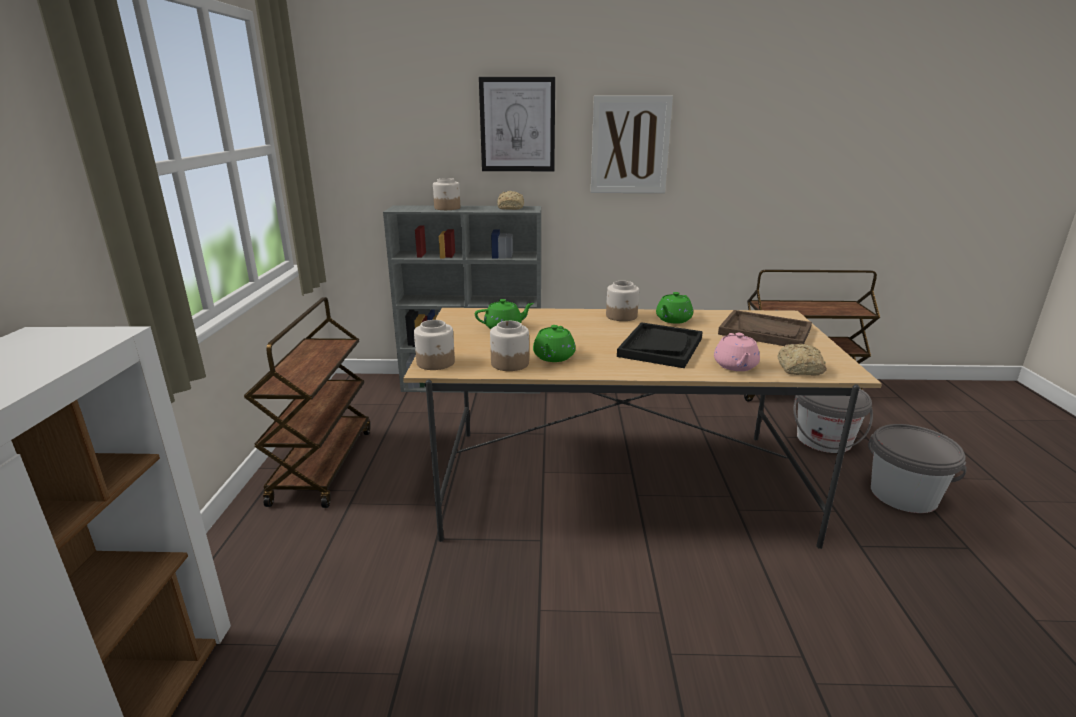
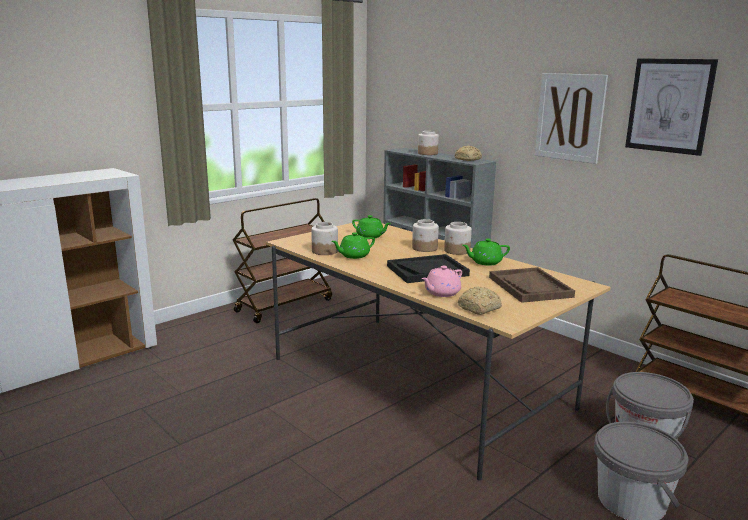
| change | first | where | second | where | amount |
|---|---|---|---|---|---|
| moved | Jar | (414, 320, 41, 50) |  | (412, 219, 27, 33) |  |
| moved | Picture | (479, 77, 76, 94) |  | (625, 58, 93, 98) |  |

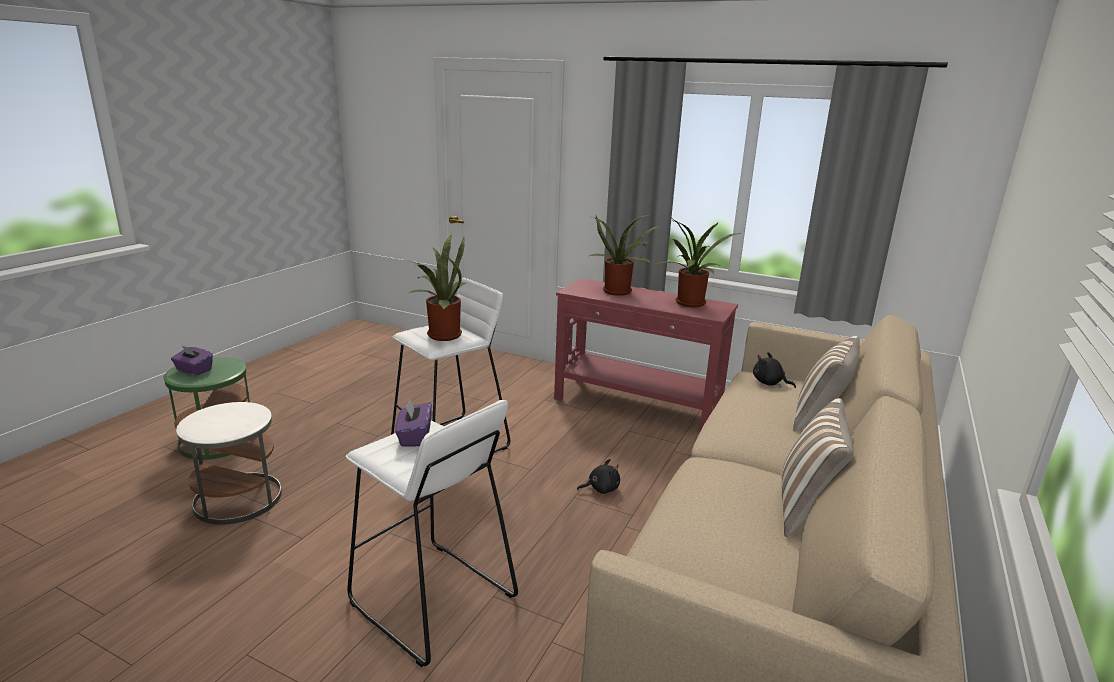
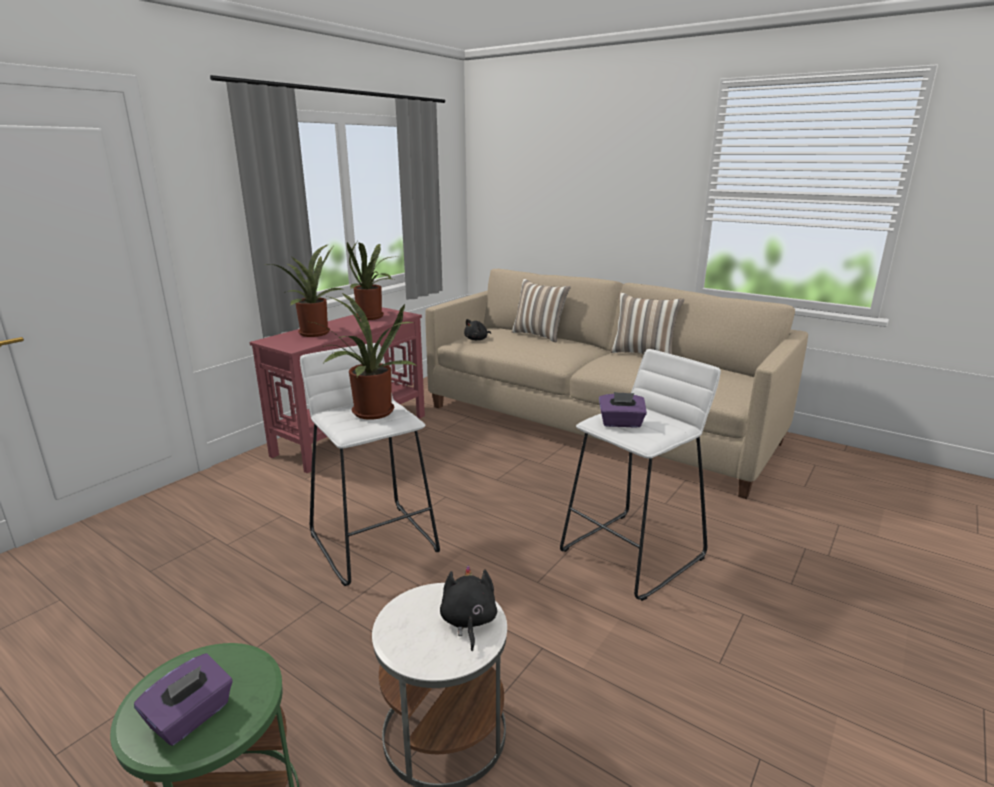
| change | first | where | second | where | amount |
|---|---|---|---|---|---|
| moved | BlackPlushToy | (577, 459, 43, 35) |  | (440, 566, 57, 85) |  |

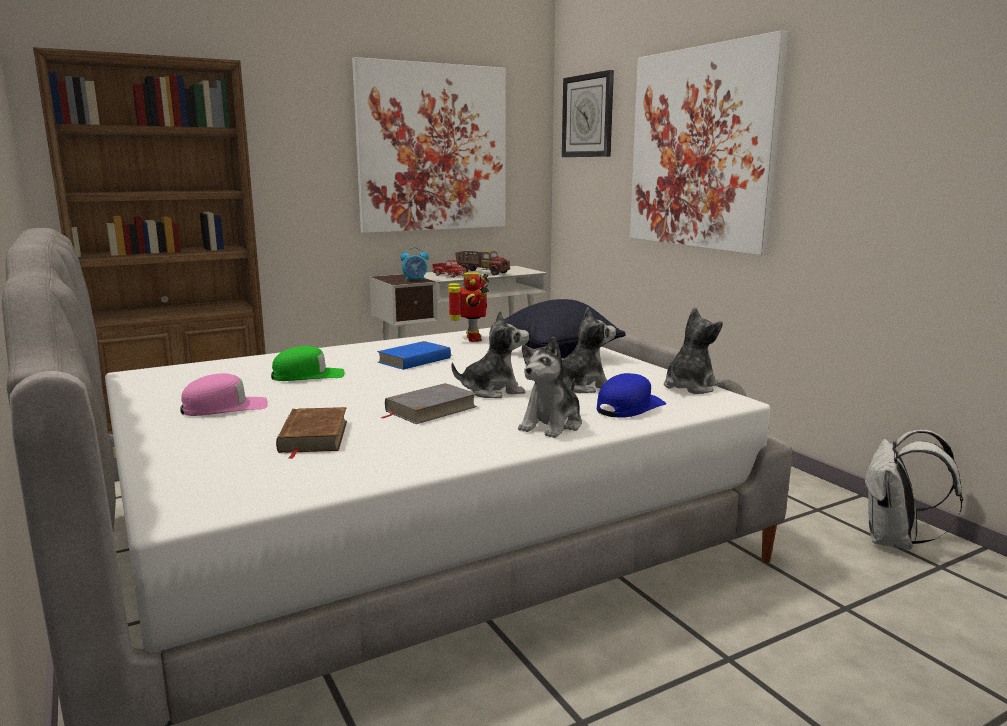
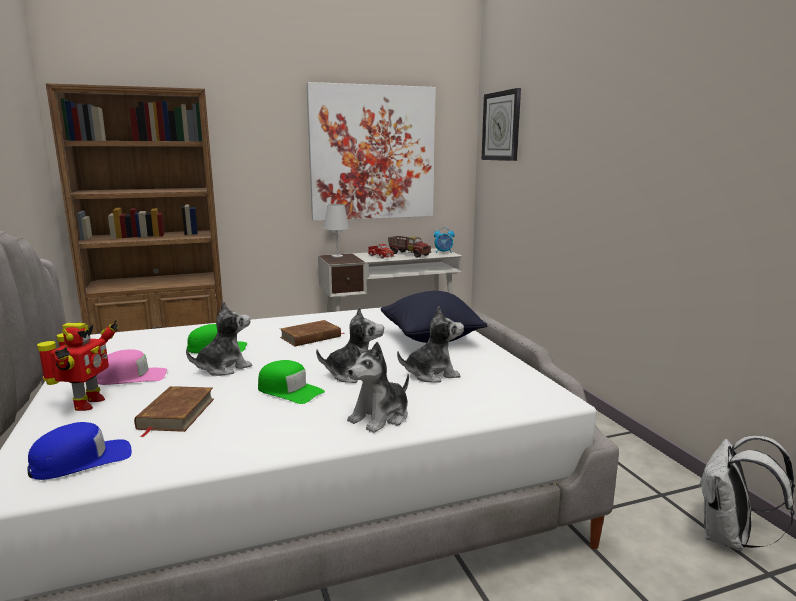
| change | first | where | second | where | amount |
|---|---|---|---|---|---|
| moved | BlueCap | (597, 373, 69, 45) |  | (27, 422, 105, 58) |  |
| moved | ToyRobot | (448, 273, 41, 69) |  | (37, 320, 81, 91) |  |
| moved | PlushToy | (664, 307, 59, 87) |  | (186, 301, 66, 75) |  |
| replaced | GreyBook | (381, 383, 96, 41) | GreenCap | (258, 360, 67, 44) |  |
| recoloured | BlueBook | (377, 341, 74, 29) | BrownBook | (280, 320, 65, 27) |  |
| added |  |  | WhiteTableLamp | (323, 204, 26, 54) |  |
| moved | AlarmClock | (401, 247, 28, 35) |  | (434, 227, 21, 26) |  |
| removed | Picture | (630, 30, 159, 225) |  |  |  |

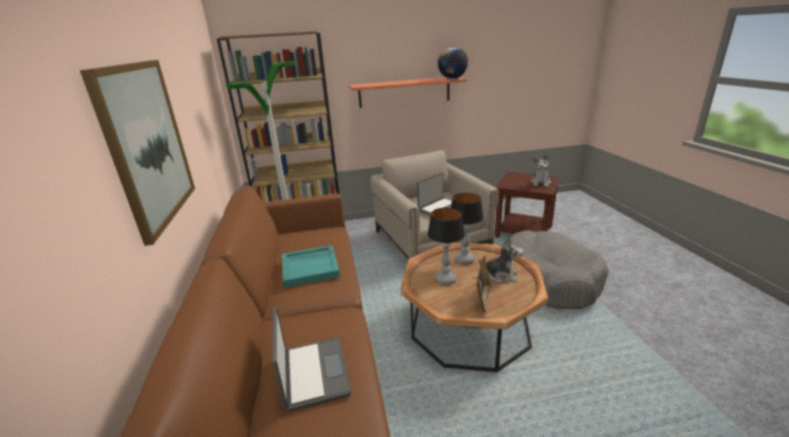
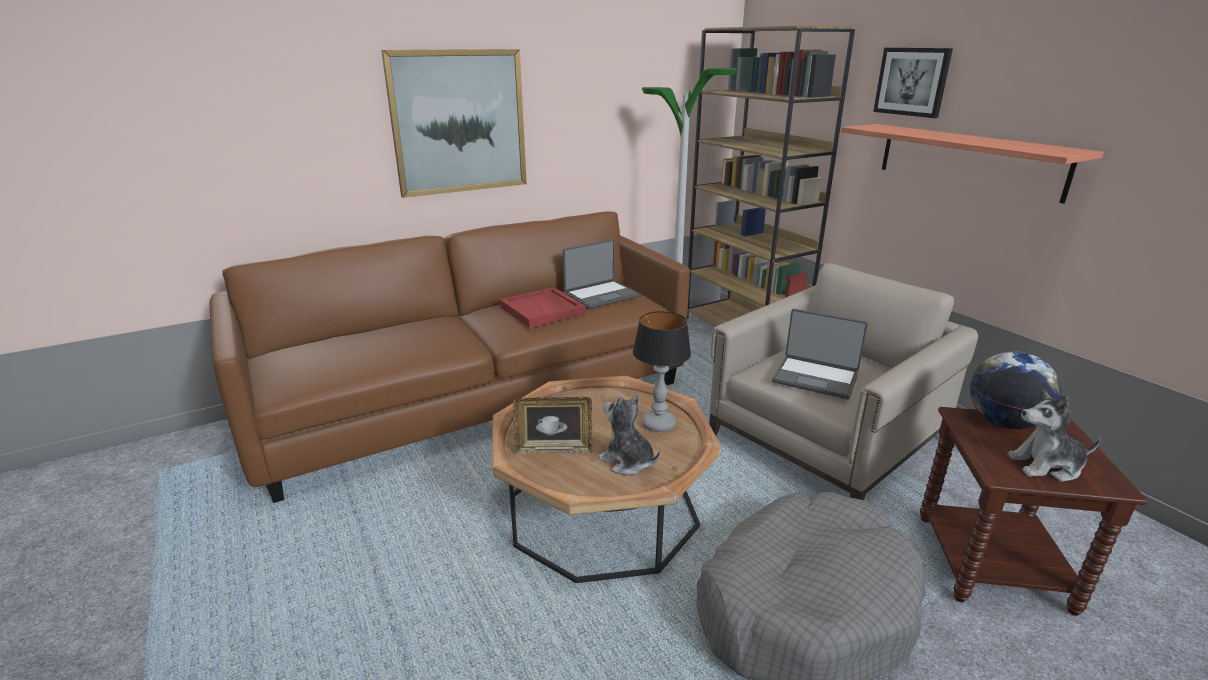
| change | first | where | second | where | amount |
|---|---|---|---|---|---|
| recoloured | TurquoiseTray | (282, 245, 58, 43) | RedTray | (500, 287, 85, 41) |  |
| moved | Laptop | (272, 306, 79, 106) |  | (563, 239, 76, 70) |  |
| turned | PlushToy | (479, 237, 45, 46) |  | (598, 394, 62, 81) | 135 degrees clockwise |
| added |  |  | Picture | (873, 48, 80, 70) |  |
| moved | Globe | (438, 47, 30, 32) |  | (970, 352, 92, 77) |  |
| removed | TableLamp | (428, 208, 37, 77) |  |  |  |

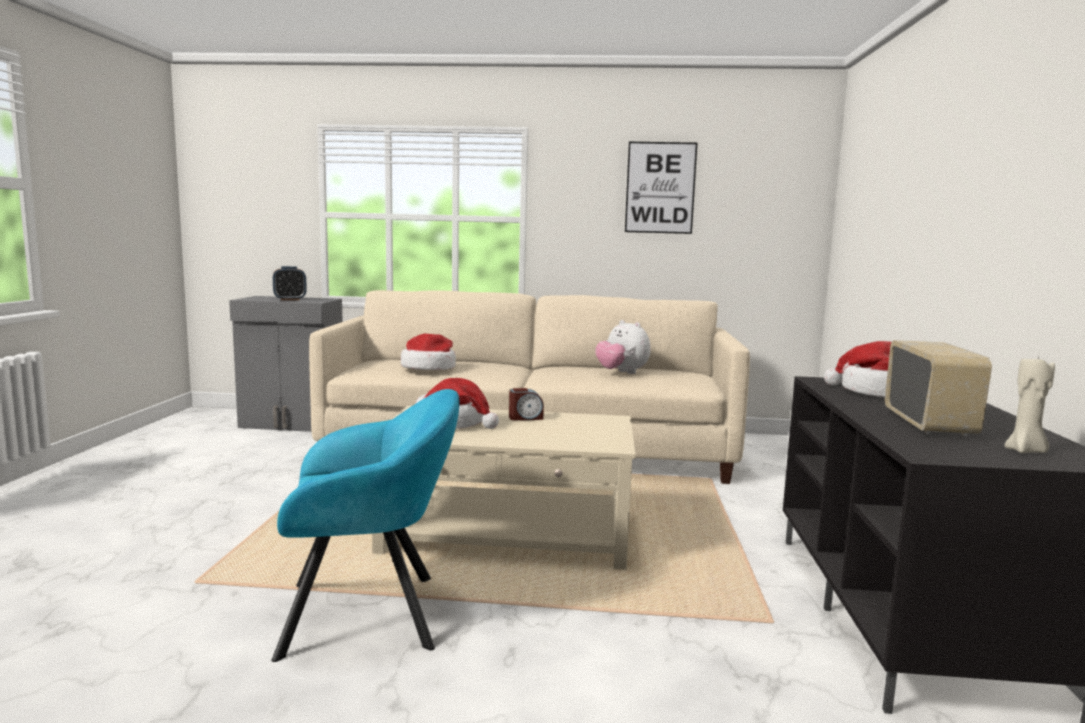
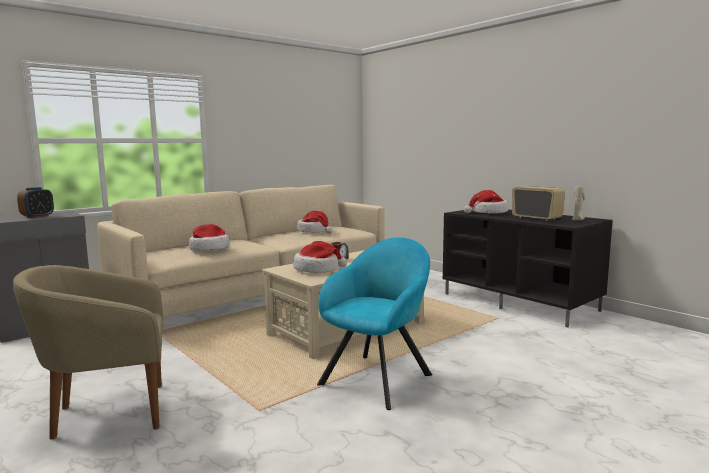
| change | first | where | second | where | amount |
|---|---|---|---|---|---|
| added |  |  | BeigeArmchair | (13, 265, 150, 174) |  |
| replaced | PlushToy | (595, 320, 55, 54) | Hat | (297, 211, 36, 23) |  |
| removed | Picture | (625, 142, 72, 92) |  |  |  |

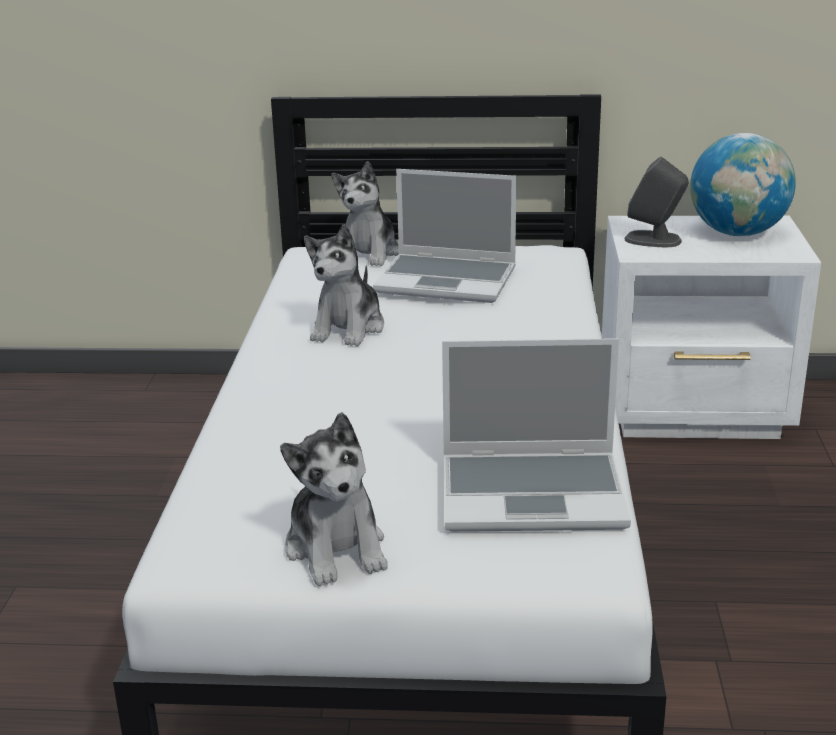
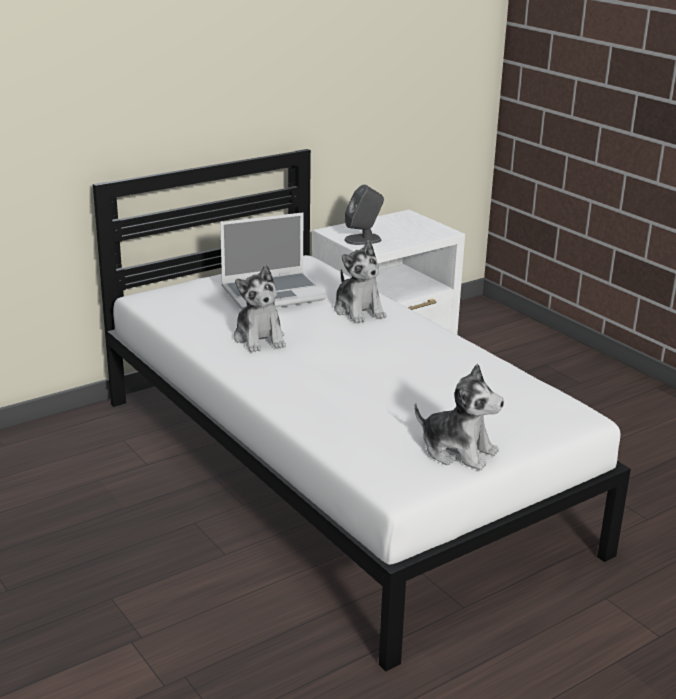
| change | first | where | second | where | amount |
|---|---|---|---|---|---|
| moved | PlushToy | (332, 161, 67, 105) |  | (334, 240, 52, 83) |  |
| removed | Laptop | (442, 338, 189, 194) |  |  |  |
| removed | Globe | (690, 133, 106, 103) |  |  |  |

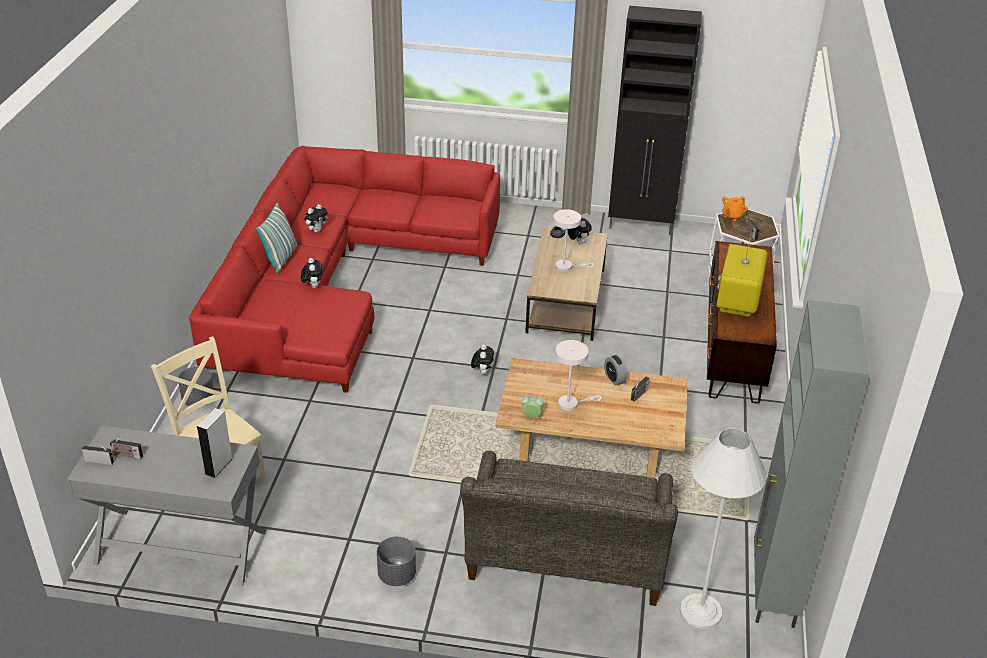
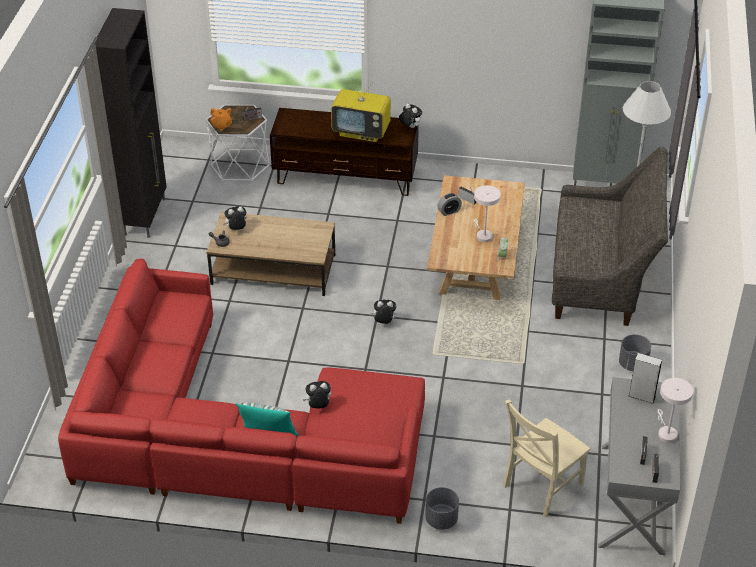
| change | first | where | second | where | amount |
|---|---|---|---|---|---|
| moved | PlushToy | (305, 204, 23, 29) |  | (399, 104, 23, 24) |  |
| moved | WhiteTableLamp | (553, 209, 41, 63) |  | (658, 378, 35, 65) |  |

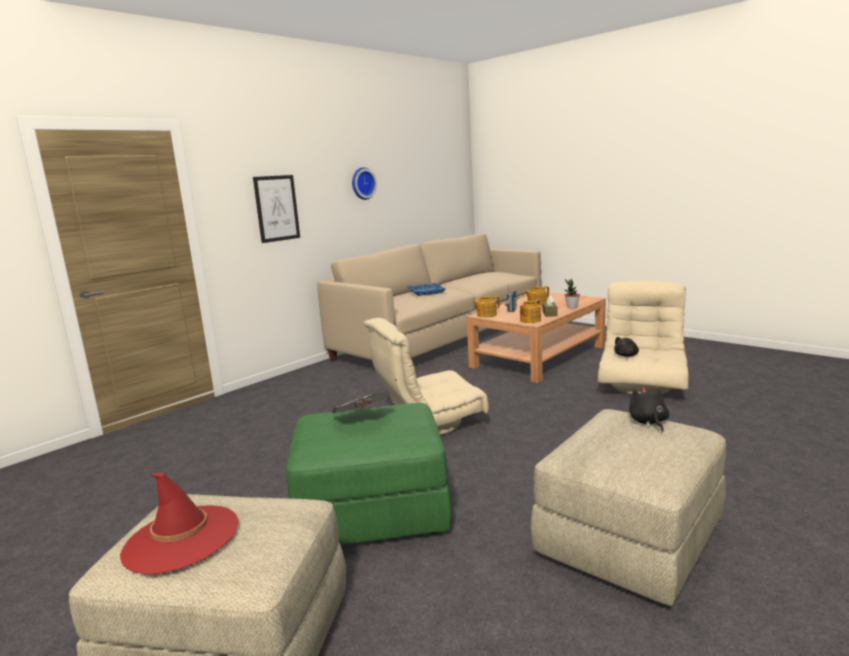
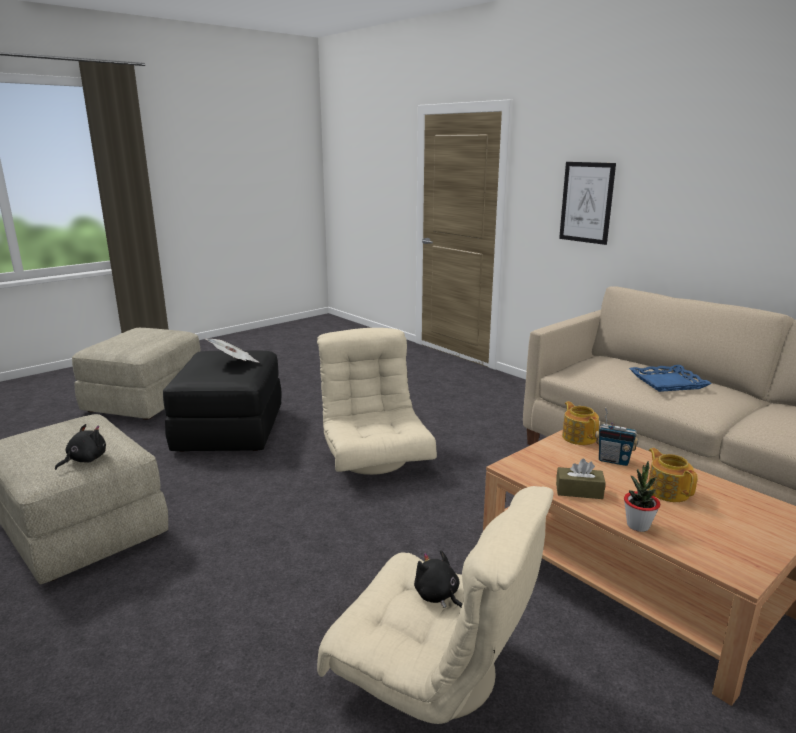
| change | first | where | second | where | amount |
|---|---|---|---|---|---|
| turned | BlackPlushToy | (629, 387, 40, 45) |  | (55, 424, 51, 46) | 60 degrees counterclockwise |
| recoloured | GreenOttoman | (286, 403, 166, 142) | BlackOttoman | (163, 350, 118, 102) |  |
| removed | RedHat | (120, 473, 119, 101) |  |  |  |
| removed | WallClock | (352, 167, 25, 33) |  |  |  |
| removed | Teapot | (520, 300, 21, 23) |  |  |  |

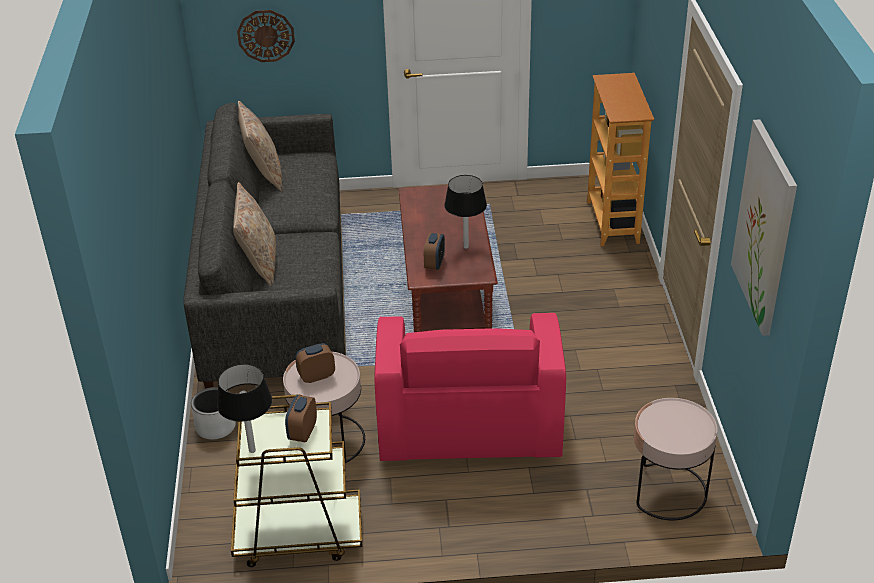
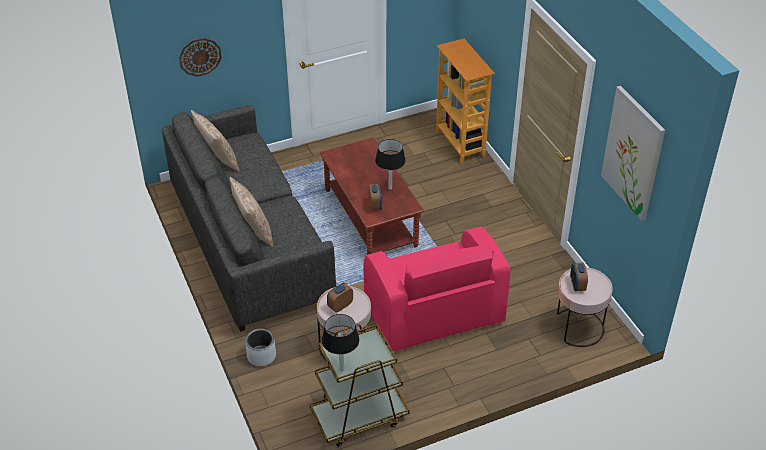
| change | first | where | second | where | amount |
|---|---|---|---|---|---|
| moved | AlarmClock | (285, 395, 32, 48) |  | (570, 262, 18, 29) |  |

